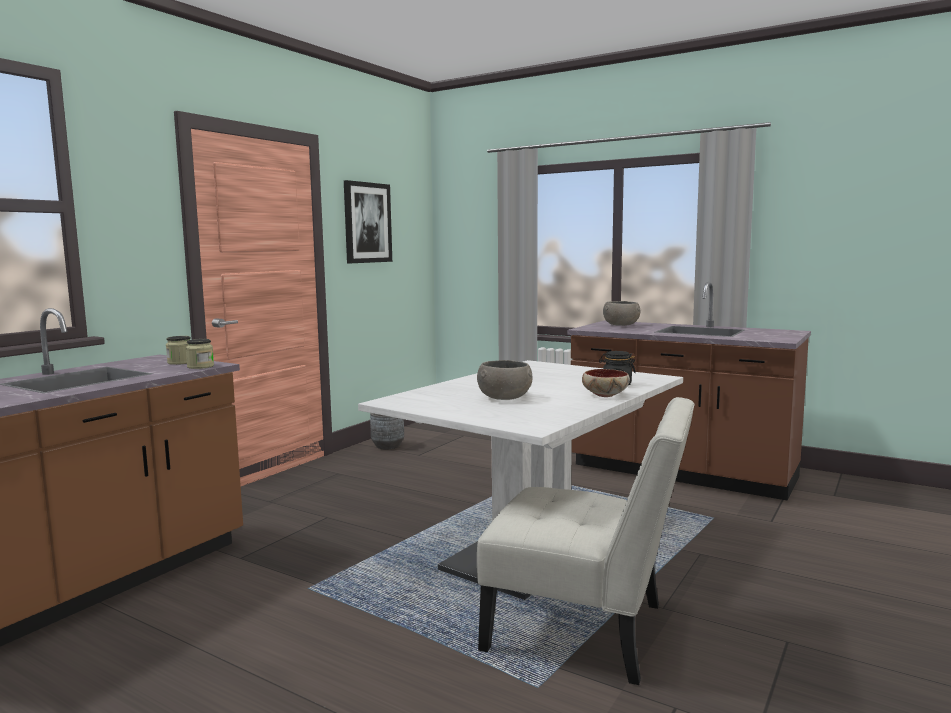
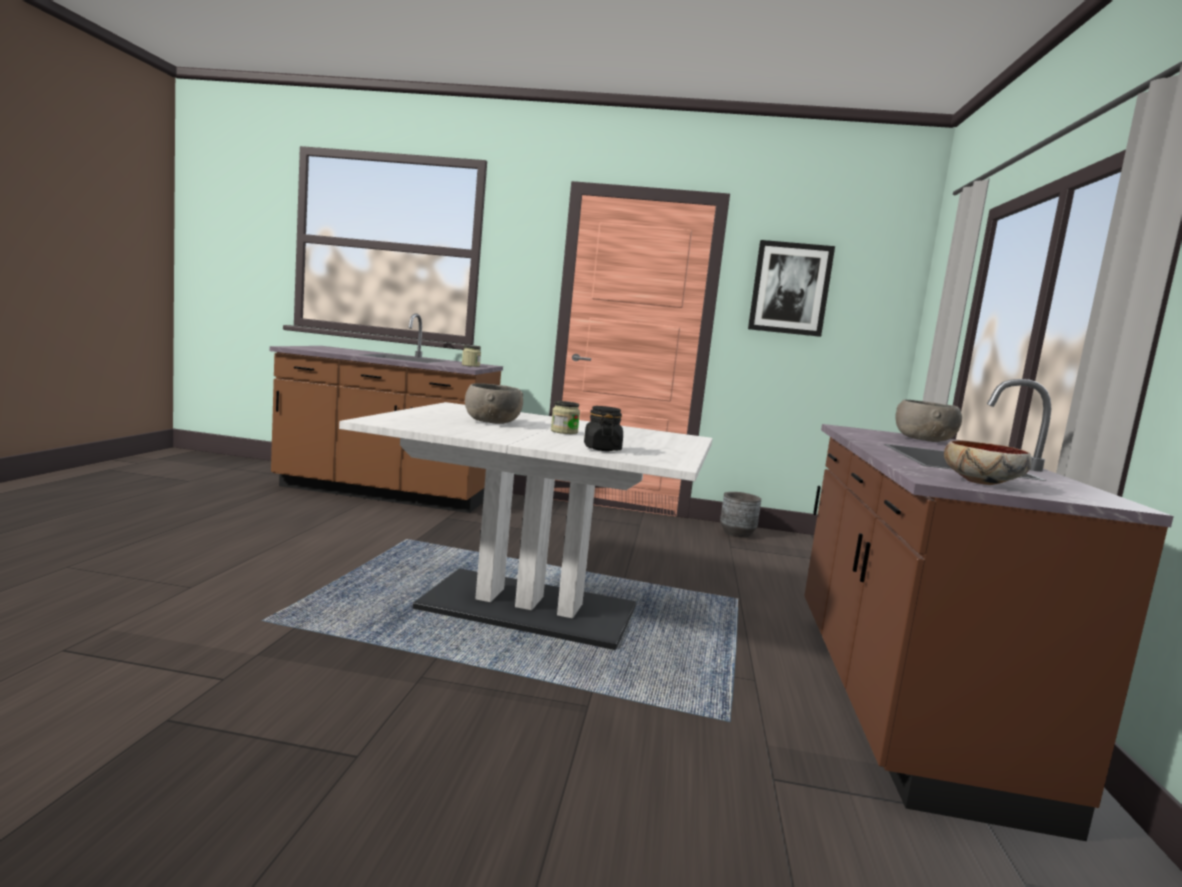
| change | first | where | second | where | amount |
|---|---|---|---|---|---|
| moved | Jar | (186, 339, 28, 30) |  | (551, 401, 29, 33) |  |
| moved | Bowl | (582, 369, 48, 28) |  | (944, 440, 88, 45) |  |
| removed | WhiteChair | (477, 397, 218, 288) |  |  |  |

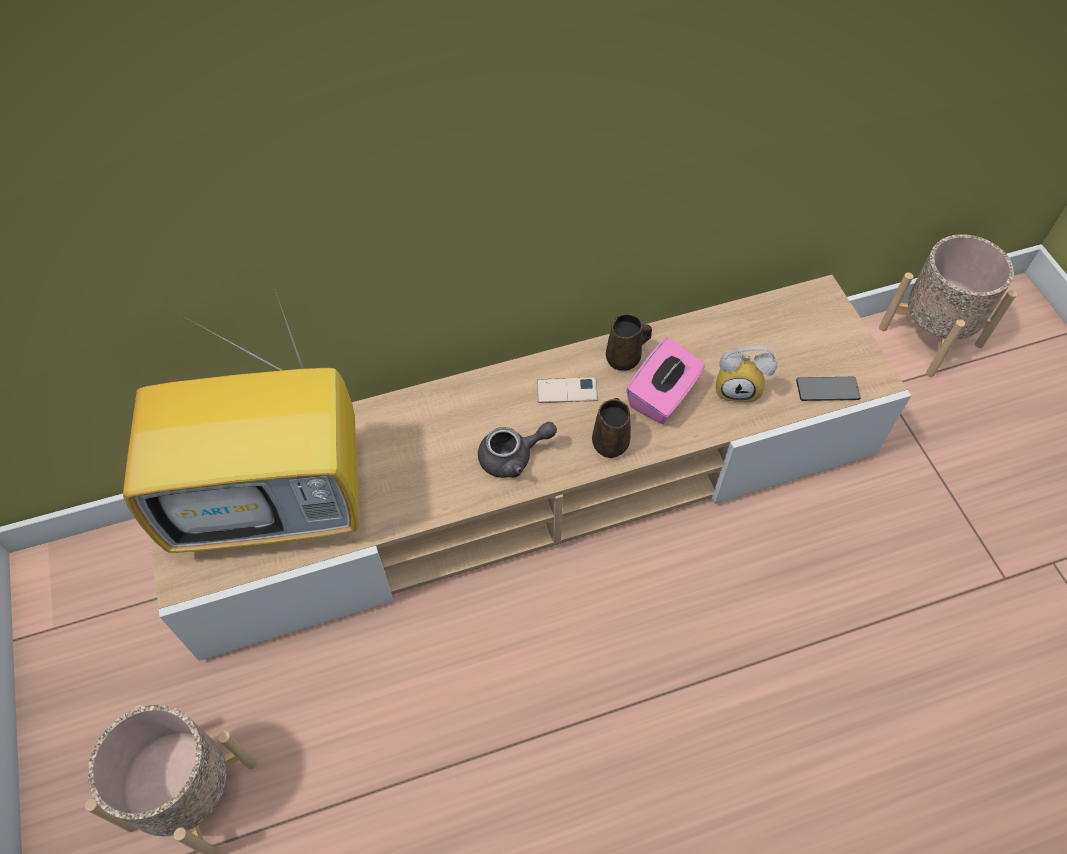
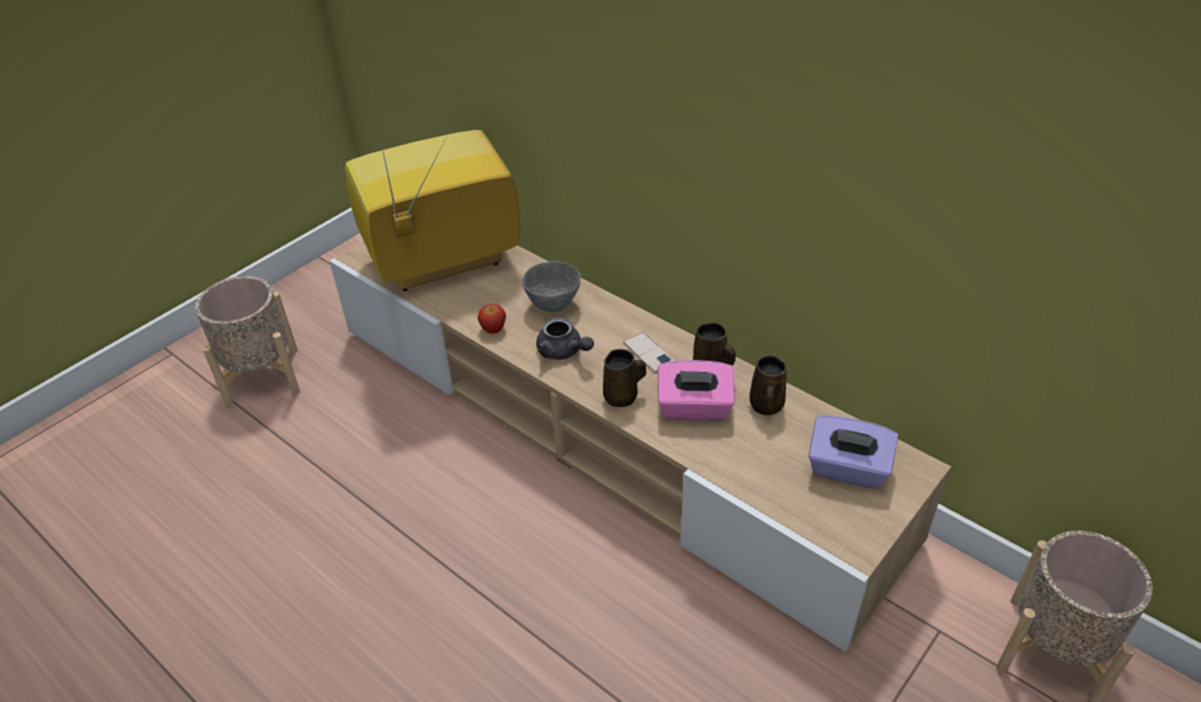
| change | first | where | second | where | amount |
|---|---|---|---|---|---|
| turned | Television | (123, 293, 236, 260) |  | (345, 123, 176, 168) | 105 degrees clockwise |
| added |  |  | Apple | (477, 304, 29, 30) |  |
| added |  |  | GreyBowl | (522, 261, 59, 51) |  |
| added |  |  | BrownMug | (749, 355, 38, 60) |  |
| added |  |  | PurpleTissueBox | (808, 416, 90, 73) |  |
| removed | AlarmClock | (716, 346, 61, 57) |  |  |  |
| removed | Phone | (796, 377, 64, 24) |  |  |  |

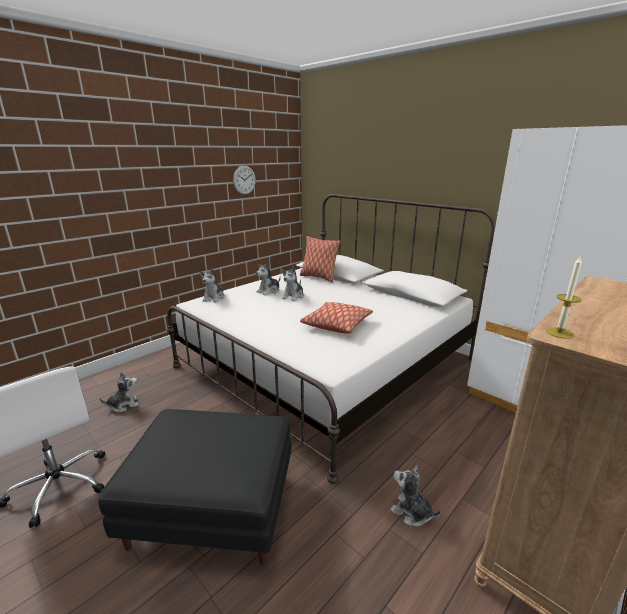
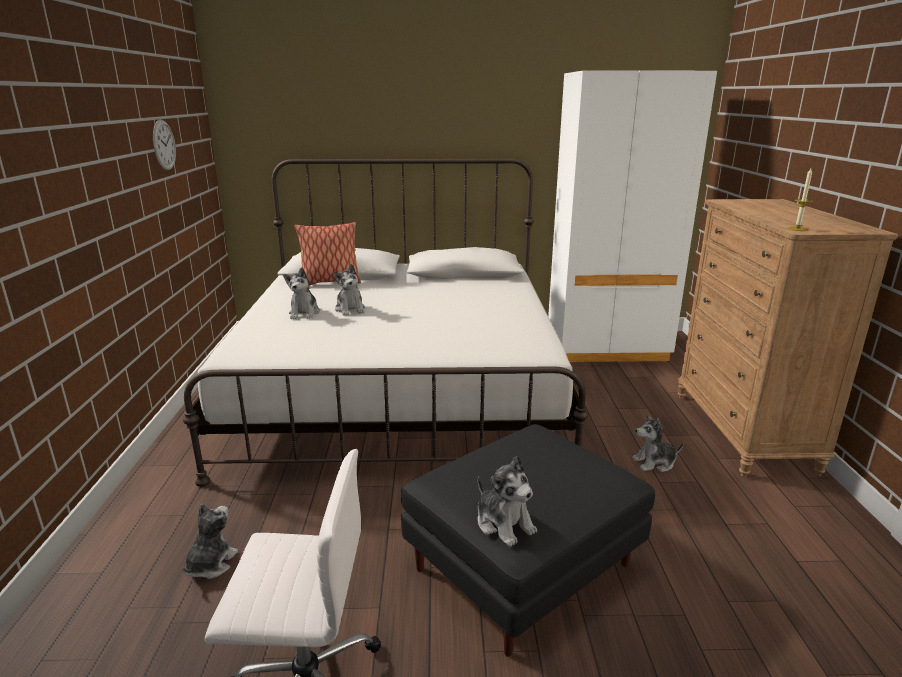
| change | first | where | second | where | amount |
|---|---|---|---|---|---|
| moved | PlushToy | (200, 268, 25, 34) |  | (477, 456, 60, 91) |  |
| removed | Pillow | (300, 302, 73, 31) |  |  |  |

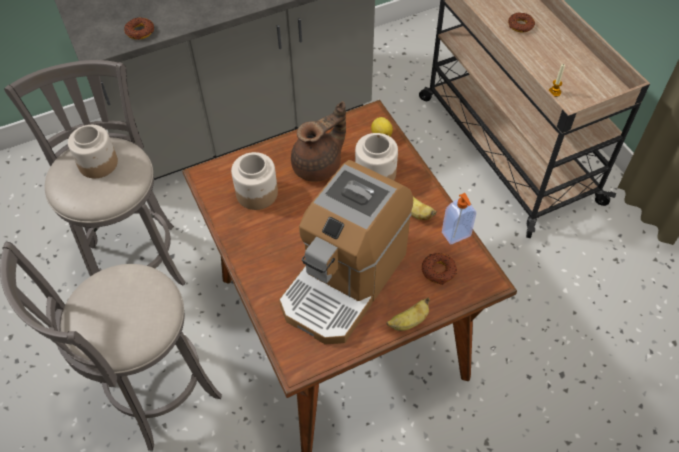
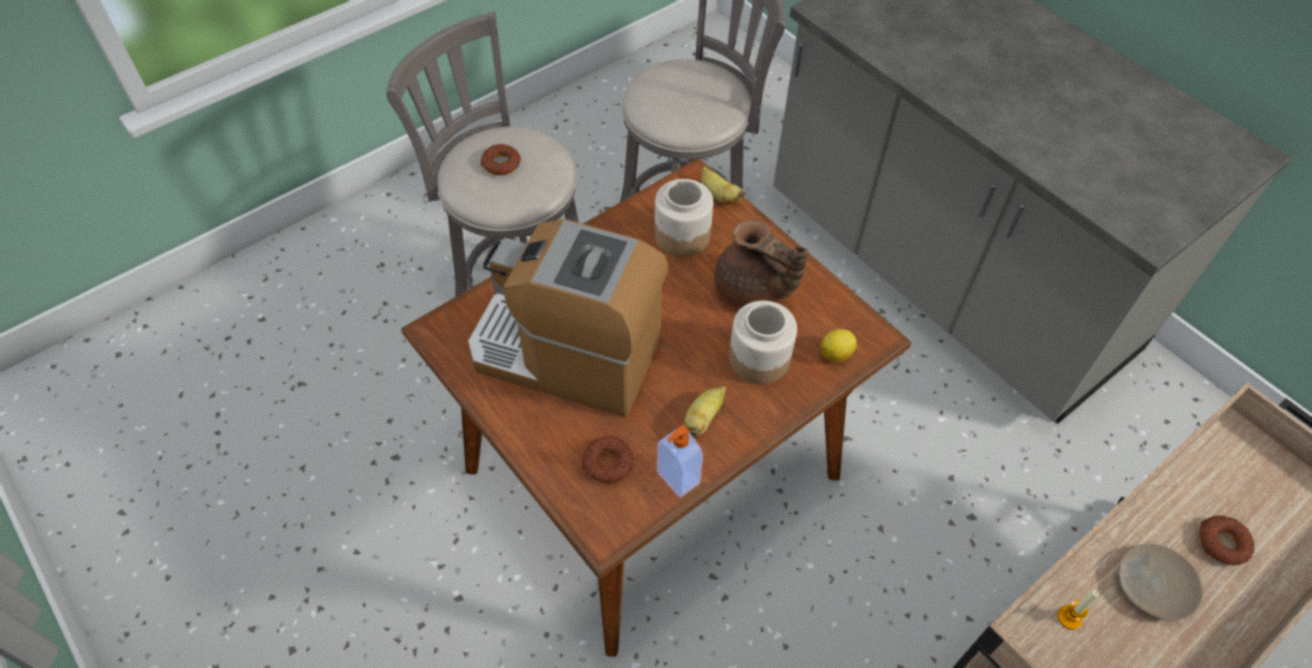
| change | first | where | second | where | amount |
|---|---|---|---|---|---|
| moved | Donut | (124, 17, 30, 23) |  | (480, 144, 41, 31) |  |
| moved | Banana | (386, 298, 44, 33) |  | (701, 166, 45, 38) |  |
| added |  |  | BeigePlate | (1119, 544, 84, 76) |  |
| removed | Jar | (68, 125, 50, 53) |  |  |  |

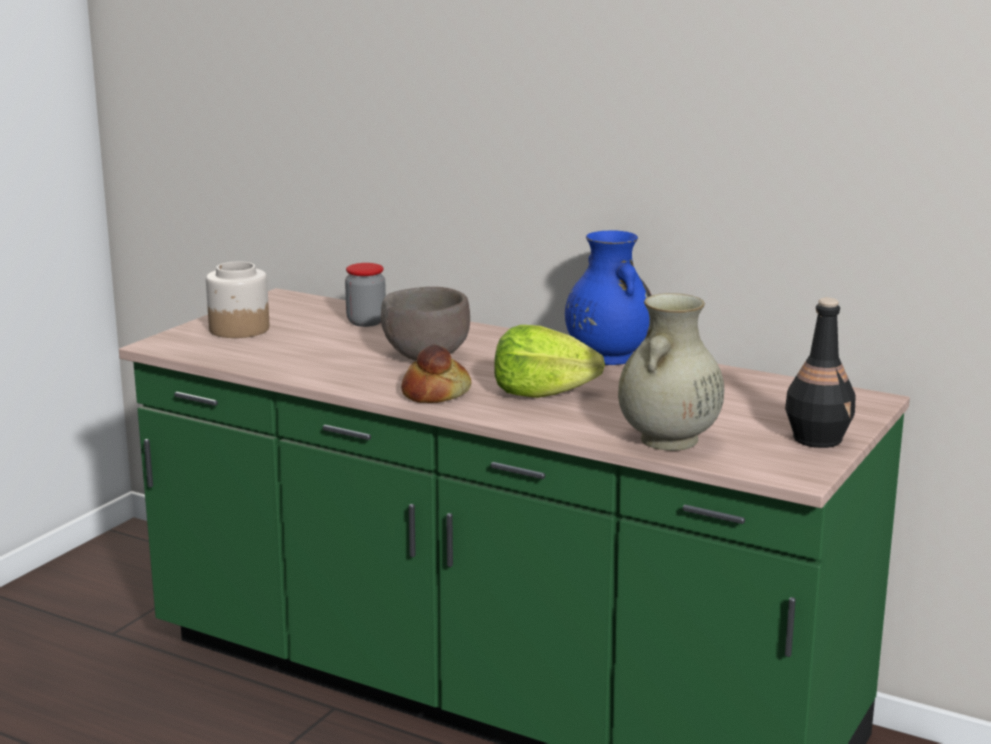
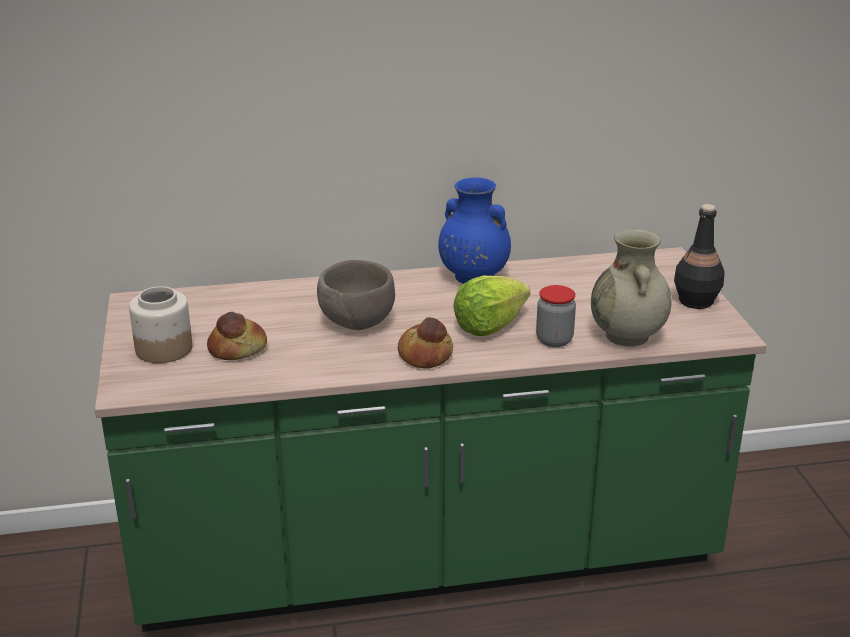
| change | first | where | second | where | amount |
|---|---|---|---|---|---|
| added |  |  | Bread | (207, 312, 60, 48) |  |
| moved | Jar | (345, 263, 41, 64) |  | (536, 285, 40, 62) |  |

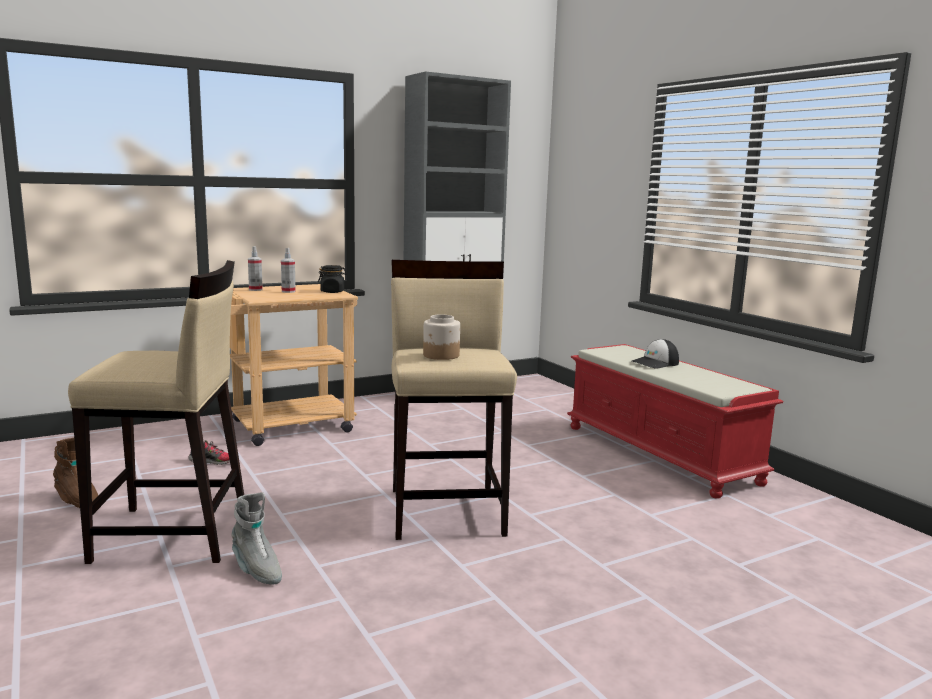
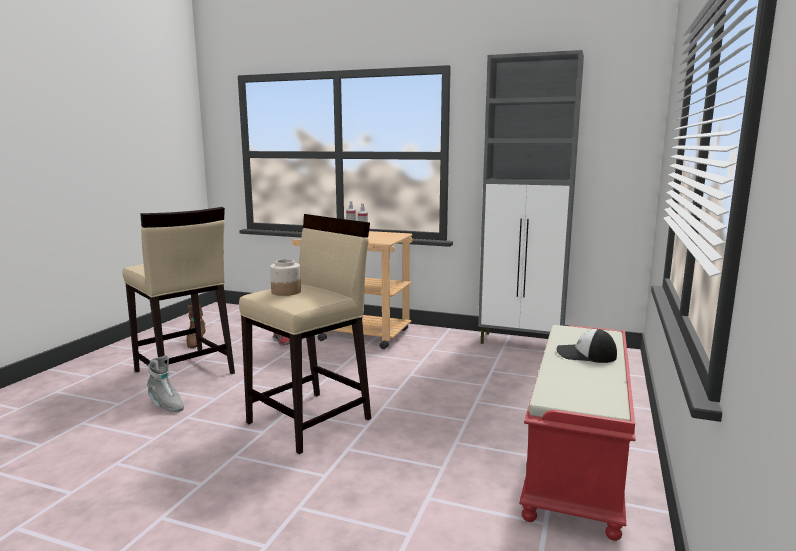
| change | first | where | second | where | amount |
|---|---|---|---|---|---|
| turned | GreyBoot | (231, 492, 51, 93) |  | (147, 355, 37, 57) | 60 degrees counterclockwise |
| removed | BlackJar | (318, 265, 29, 28) |  |  |  |

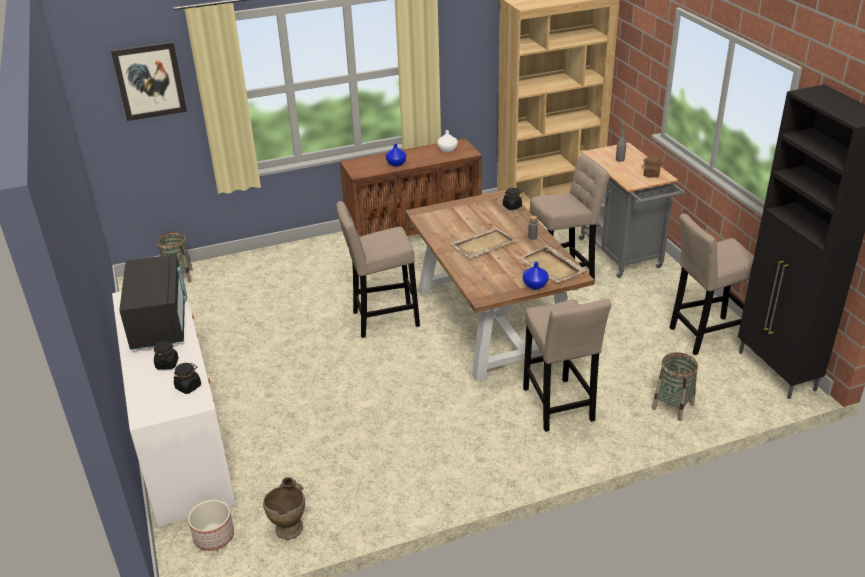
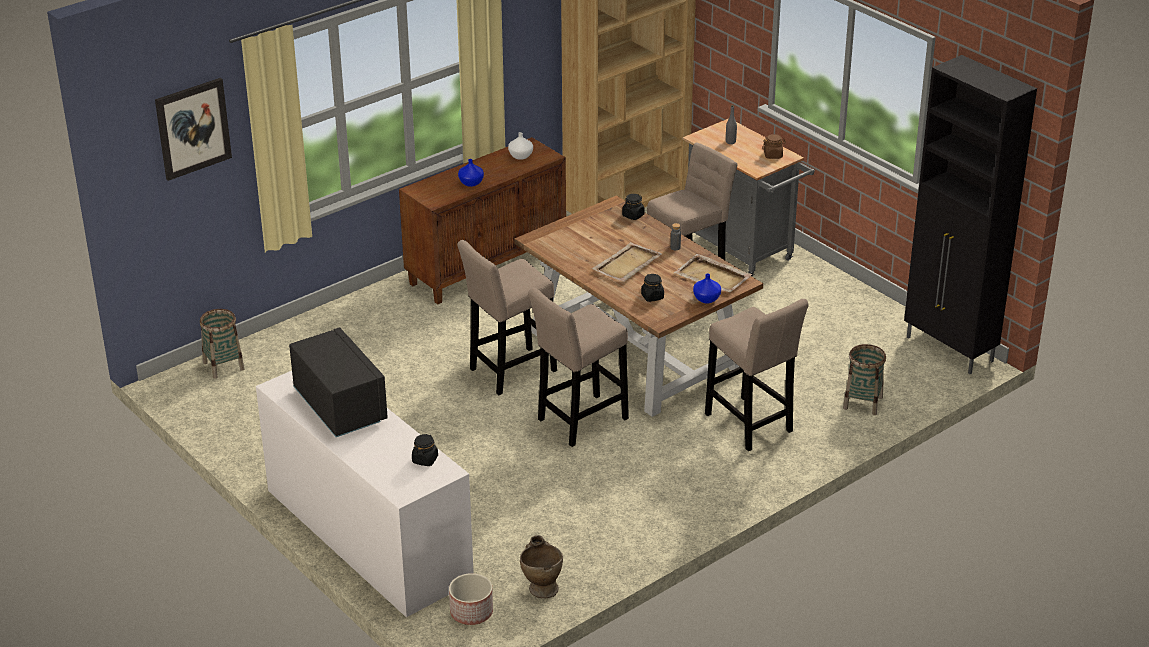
| change | first | where | second | where | amount |
|---|---|---|---|---|---|
| moved | BeigeStool | (670, 213, 84, 142) |  | (528, 288, 101, 159) |  |
| moved | BlackJar | (154, 340, 25, 30) |  | (641, 274, 23, 28) |  |

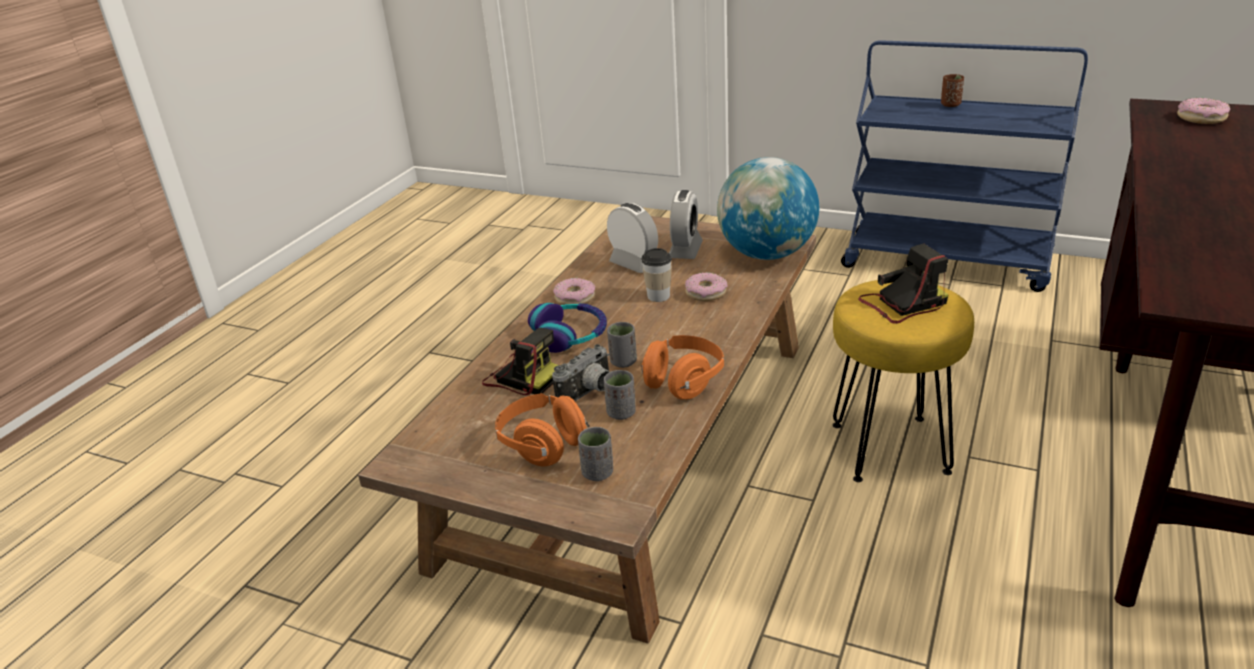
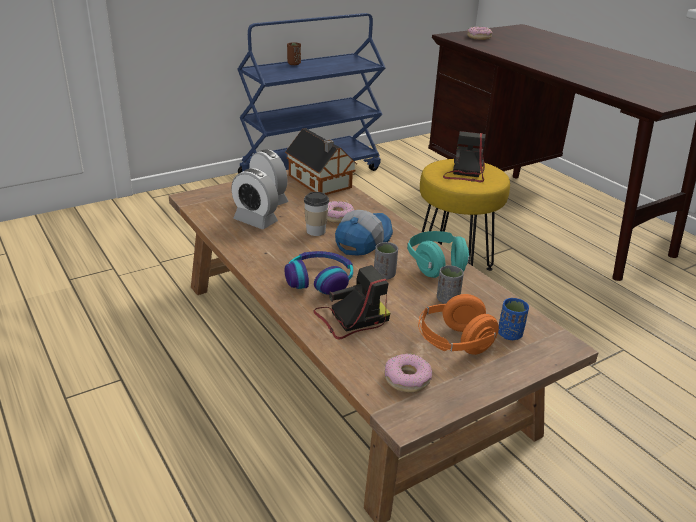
| change | first | where | second | where | amount |
|---|---|---|---|---|---|
| turned | AlarmClock | (607, 203, 51, 70) |  | (231, 168, 47, 61) | 135 degrees counterclockwise |
| replaced | Globe | (717, 157, 102, 103) | ToyHouse | (285, 128, 72, 67) |  |
| added |  |  | Cap | (335, 210, 58, 46) |  |
| moved | Donut | (553, 278, 42, 27) |  | (384, 353, 48, 40) |  |
| recoloured | OrangeHeadphones | (641, 335, 84, 65) | TurquoiseHeadphones | (407, 231, 63, 47) |  |
| recoloured | GreyCup | (578, 427, 35, 54) | BlueCup | (498, 298, 31, 42) |  |
| removed | PhotoCamera | (552, 344, 58, 57) |  |  |  |

